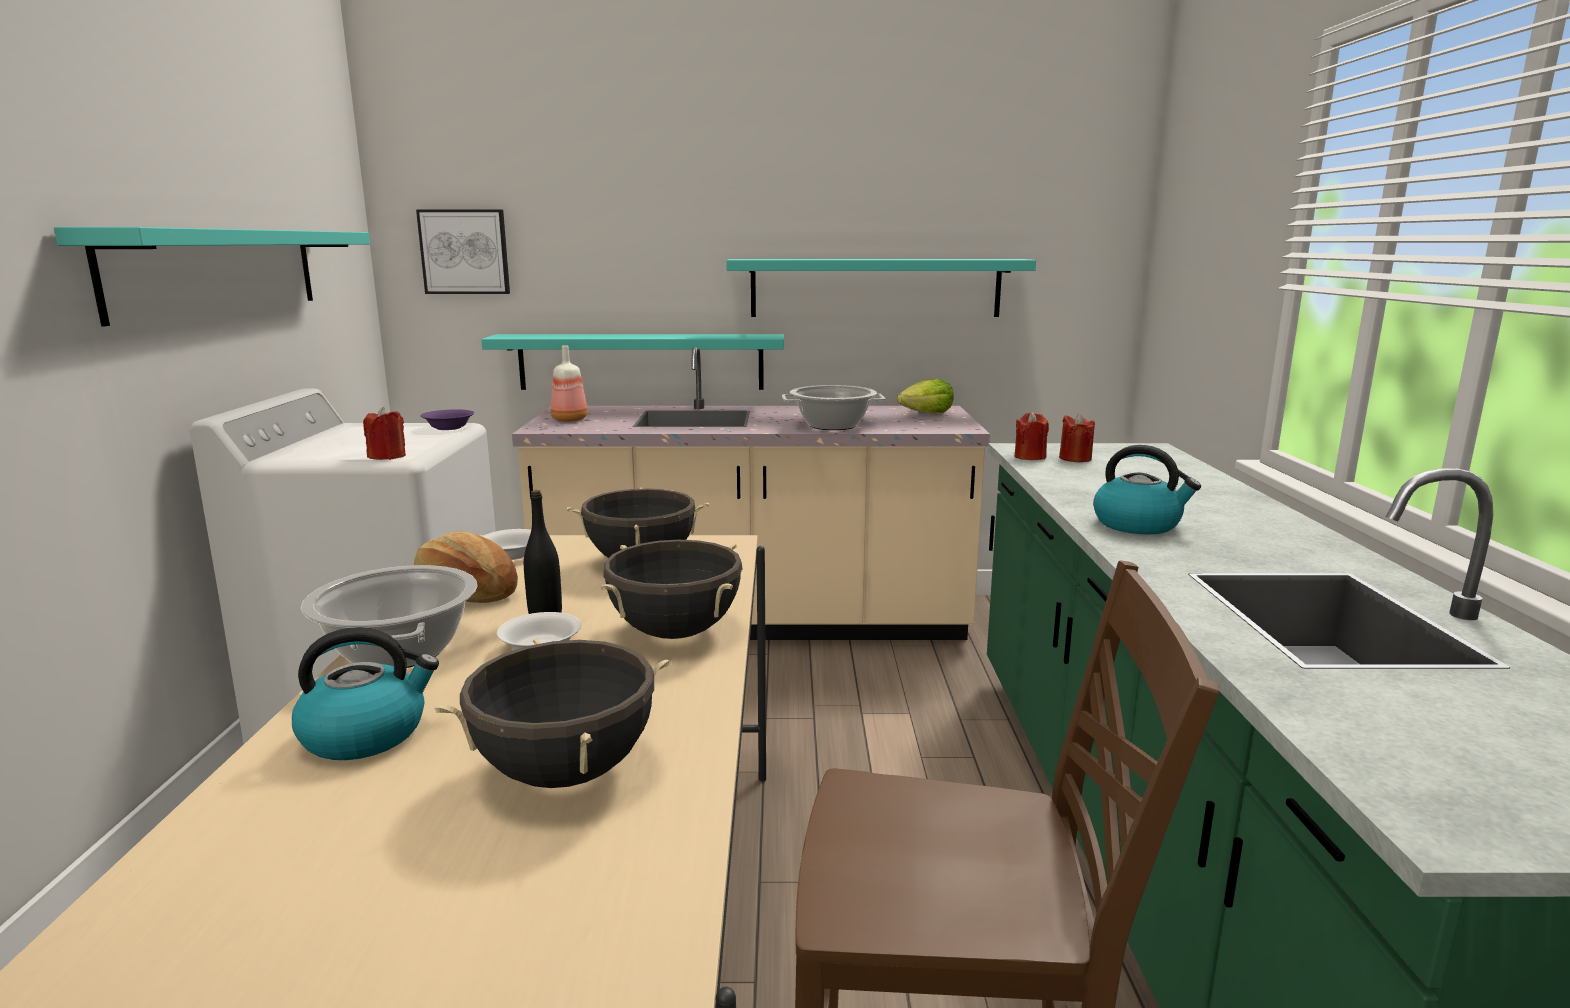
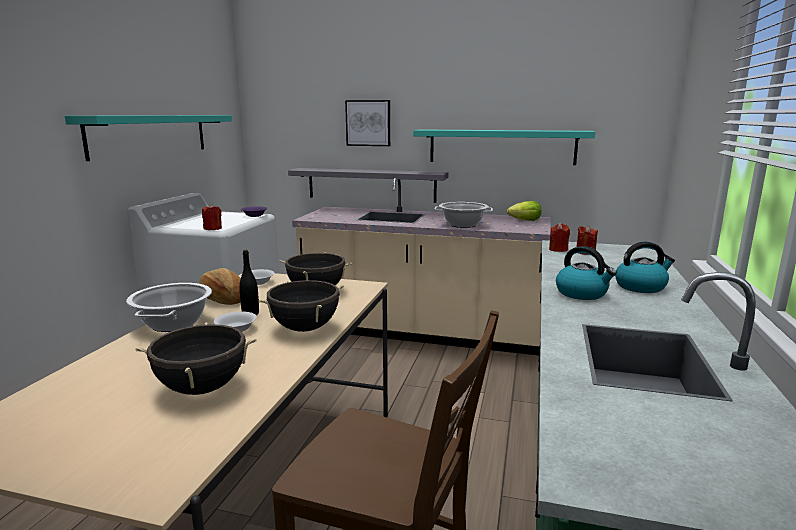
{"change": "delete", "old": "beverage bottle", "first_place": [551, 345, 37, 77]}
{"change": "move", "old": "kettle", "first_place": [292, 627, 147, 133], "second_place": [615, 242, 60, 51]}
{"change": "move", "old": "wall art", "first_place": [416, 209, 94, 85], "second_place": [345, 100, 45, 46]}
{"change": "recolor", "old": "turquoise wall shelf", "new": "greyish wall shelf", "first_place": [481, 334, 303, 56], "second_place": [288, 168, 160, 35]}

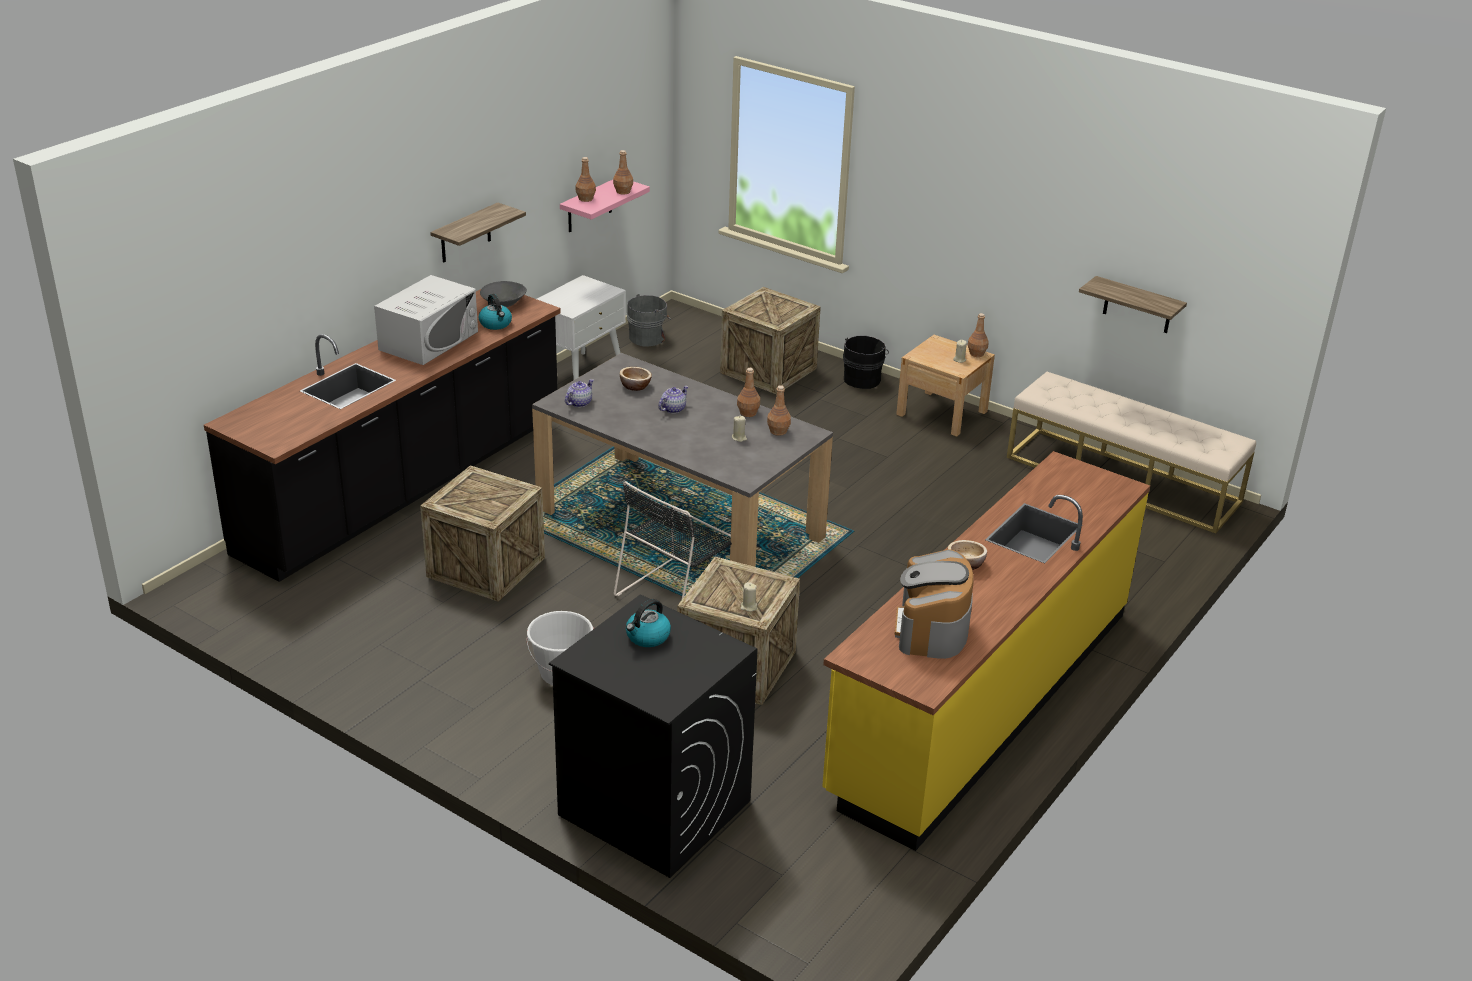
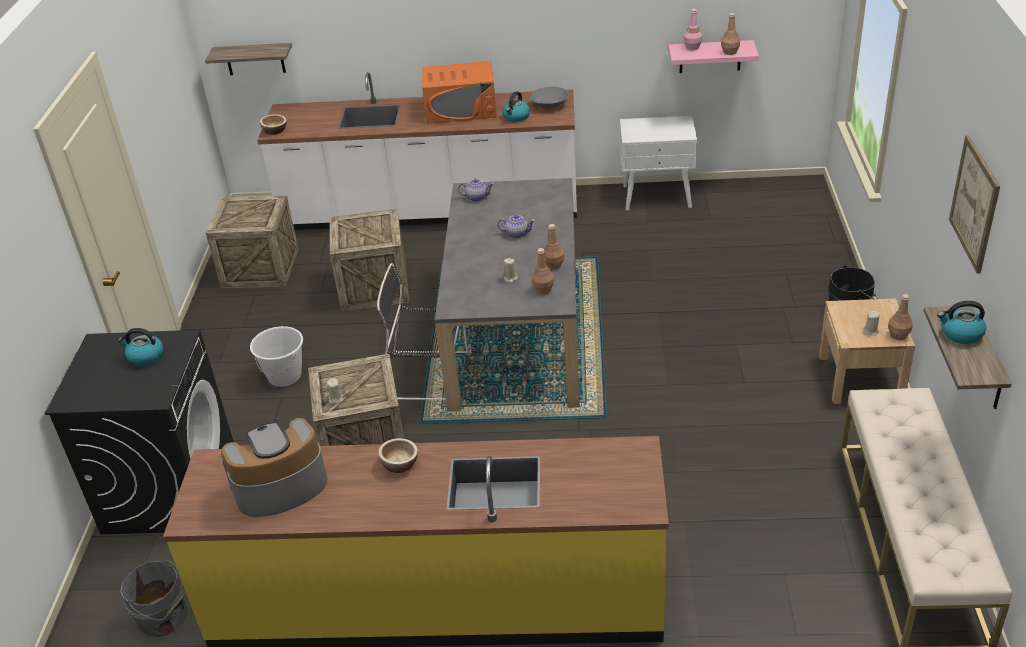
{"change": "insert", "new": "kettle", "second_place": [937, 300, 49, 44]}
{"change": "insert", "new": "wall art", "second_place": [949, 135, 51, 139]}
{"change": "move", "old": "wall shelf", "first_place": [430, 202, 96, 61], "second_place": [205, 43, 87, 32]}
{"change": "move", "old": "deep dish", "first_place": [620, 367, 32, 24], "second_place": [260, 114, 27, 21]}
{"change": "move", "old": "greyish pail", "first_place": [627, 294, 44, 52], "second_place": [120, 560, 68, 77]}
{"change": "move", "old": "packing crate", "first_place": [720, 287, 101, 108], "second_place": [206, 195, 93, 93]}
{"change": "recolor", "old": "black counter", "new": "whitish counter", "first_place": [204, 289, 357, 293], "second_place": [257, 72, 320, 158]}
{"change": "recolor", "old": "whitish kitchen microwave", "new": "orangey kitchen microwave", "first_place": [374, 275, 104, 90], "second_place": [422, 61, 75, 63]}
{"change": "recolor", "old": "brown-coloured beverage bottle", "new": "pinkish beverage bottle", "first_place": [576, 157, 20, 45], "second_place": [684, 9, 18, 41]}

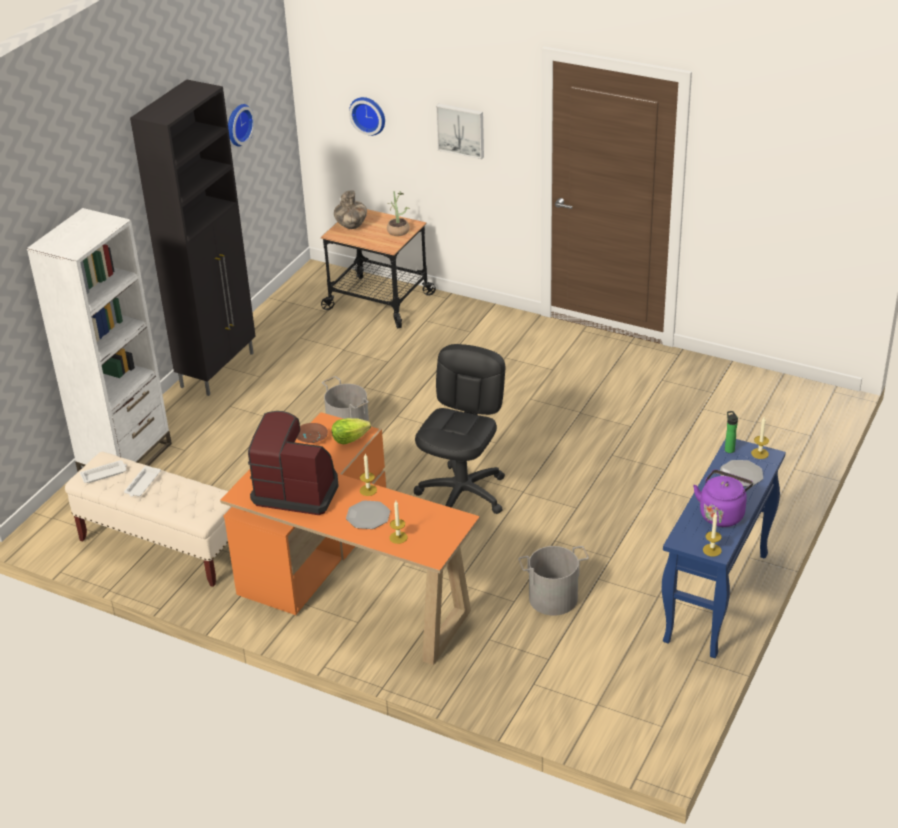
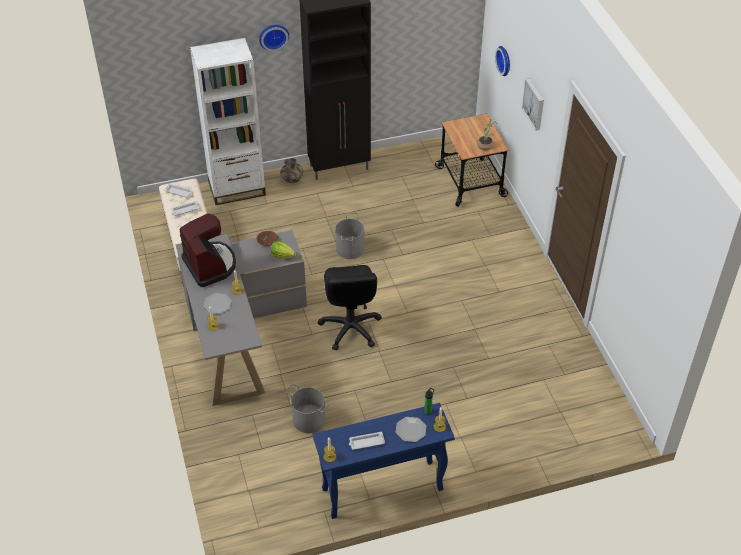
{"change": "move", "old": "hanging clock", "first_place": [228, 104, 27, 42], "second_place": [259, 25, 30, 26]}
{"change": "move", "old": "vase", "first_place": [334, 190, 33, 39], "second_place": [280, 158, 23, 25]}
{"change": "replace", "old": "purple kettle", "new": "whitish serving tray", "first_place": [693, 470, 60, 57], "second_place": [349, 432, 36, 18]}
{"change": "recolor", "old": "orangey desk table", "new": "greyish desk table", "first_place": [220, 412, 260, 253], "second_place": [176, 230, 131, 176]}
{"change": "rotate", "old": "black office chair", "first_place": [414, 344, 91, 170], "second_place": [318, 265, 64, 86], "degrees": 105}

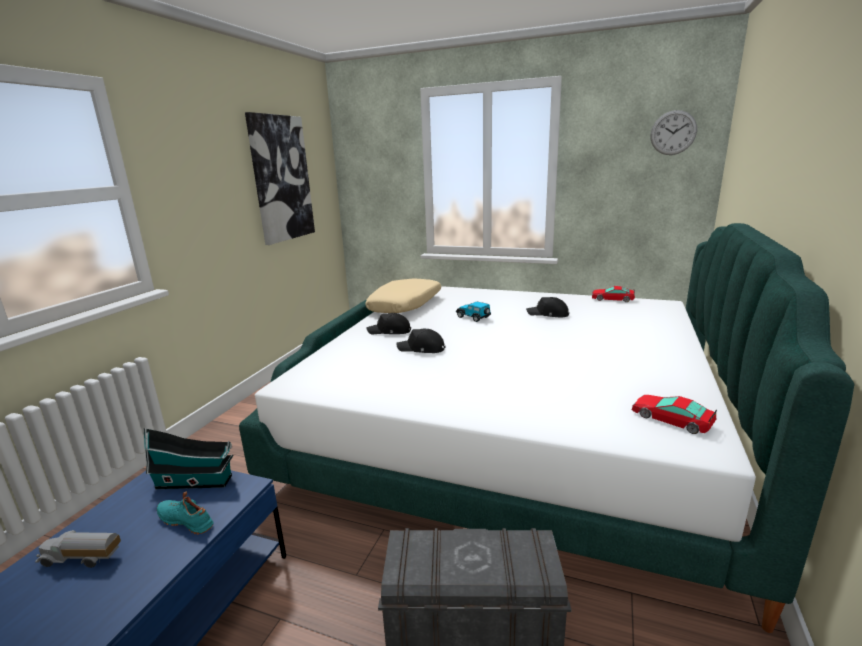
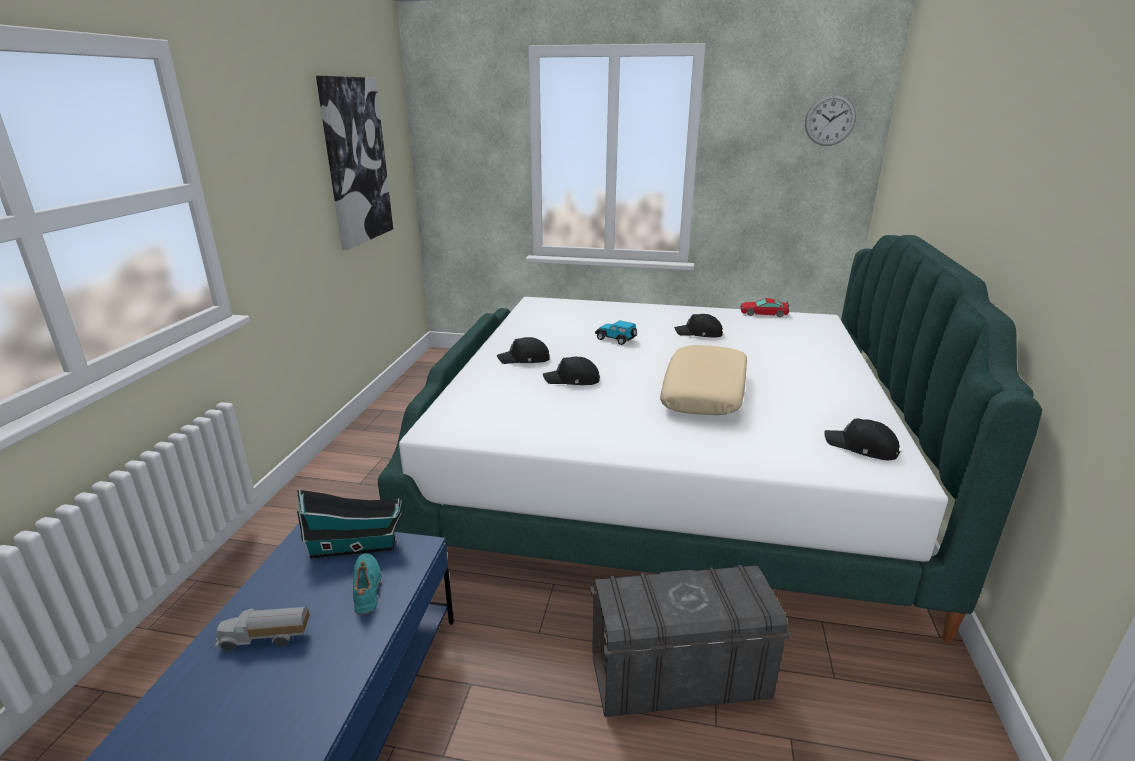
{"change": "move", "old": "beige-coloured pillow", "first_place": [365, 279, 76, 34], "second_place": [660, 345, 87, 70]}
{"change": "replace", "old": "model car", "new": "black cap", "first_place": [632, 395, 85, 39], "second_place": [824, 418, 76, 42]}
{"change": "rotate", "old": "turquoise item of footwear", "first_place": [157, 491, 56, 44], "second_place": [353, 553, 29, 62], "degrees": 60}

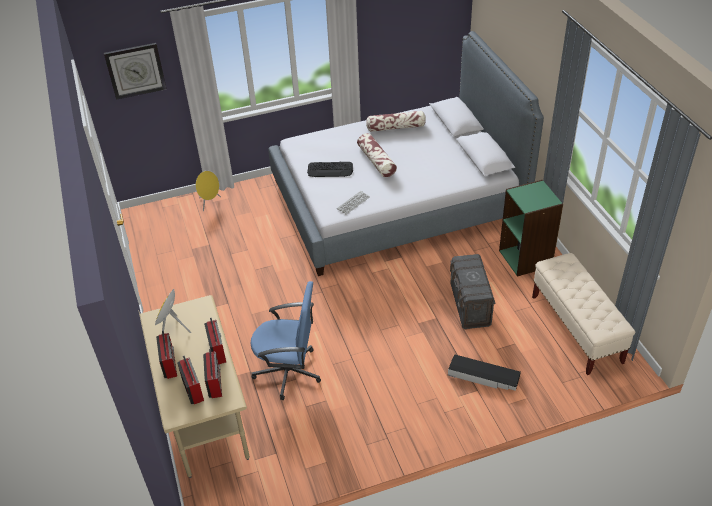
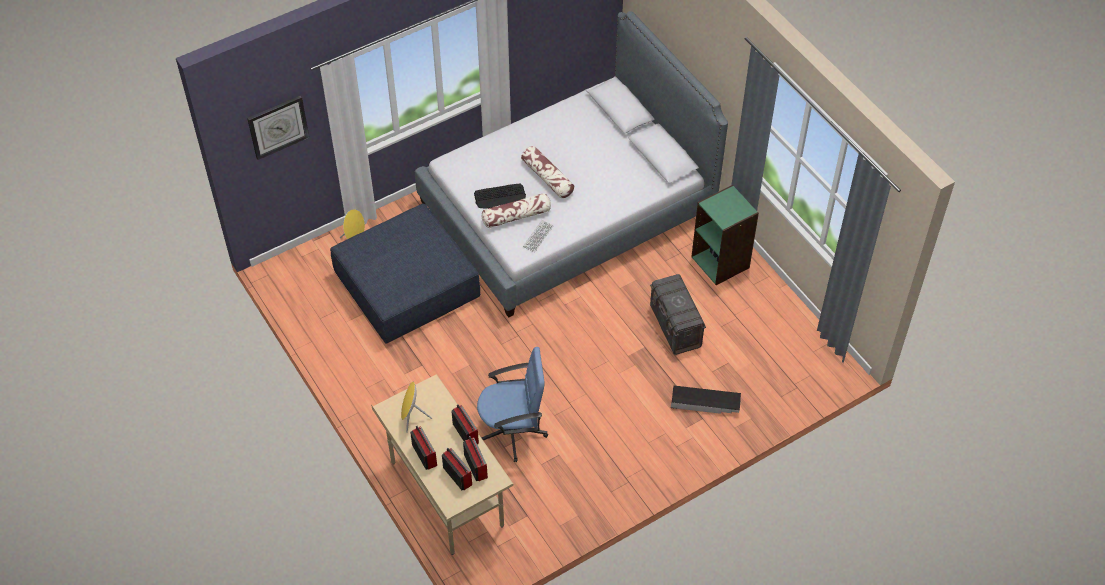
{"change": "delete", "old": "beige-coloured indoor bench", "first_place": [532, 253, 104, 122]}
{"change": "insert", "new": "bluish ottoman", "second_place": [330, 204, 150, 139]}
{"change": "move", "old": "pillow", "first_place": [366, 111, 60, 21], "second_place": [482, 193, 69, 35]}

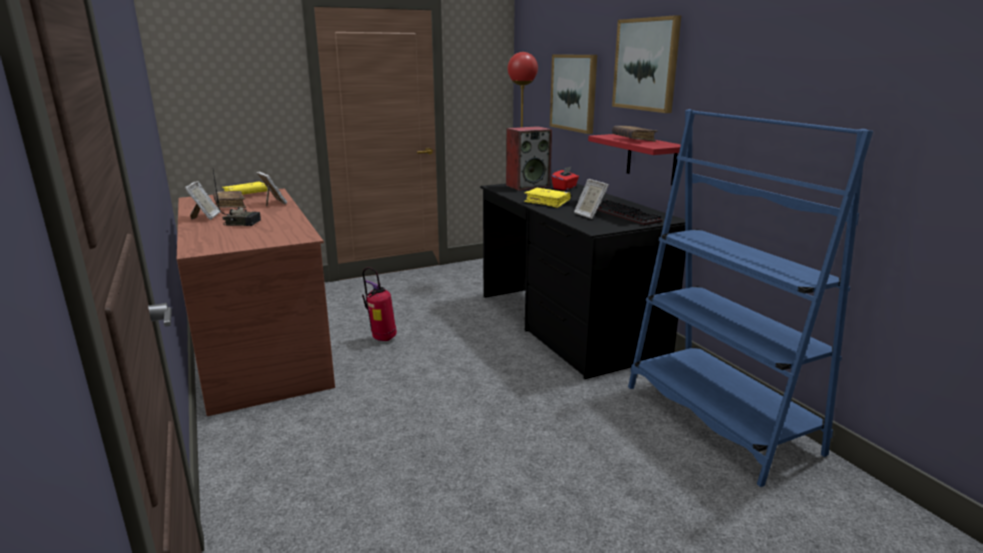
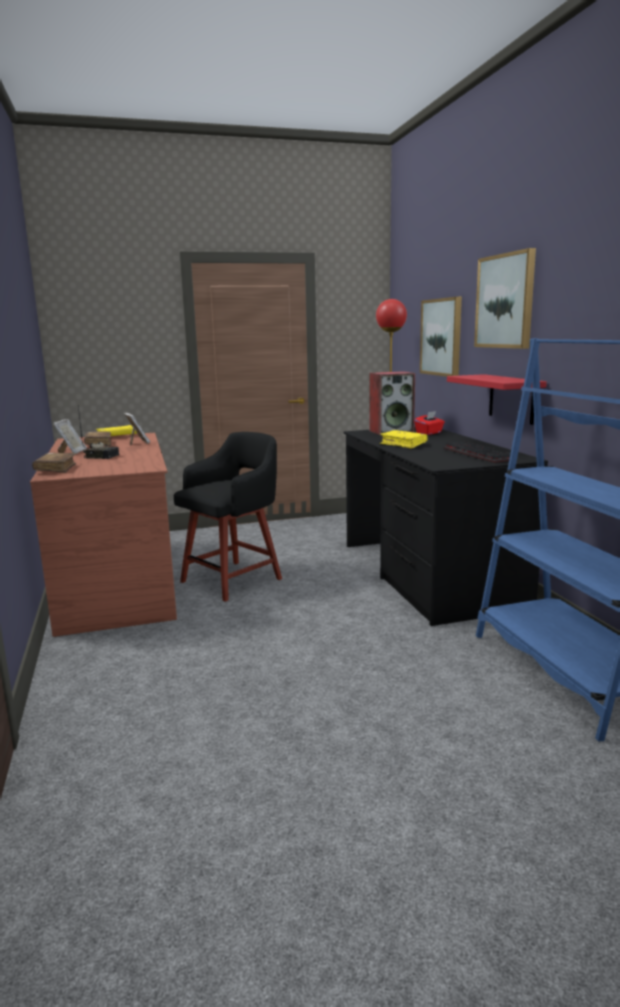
{"change": "delete", "old": "standing frame", "first_place": [574, 179, 34, 40]}
{"change": "move", "old": "brown-coloured volume", "first_place": [612, 126, 46, 16], "second_place": [32, 453, 44, 20]}
{"change": "replace", "old": "fire-fighting cylinder", "new": "black stool seat", "first_place": [362, 267, 35, 74], "second_place": [173, 432, 109, 170]}

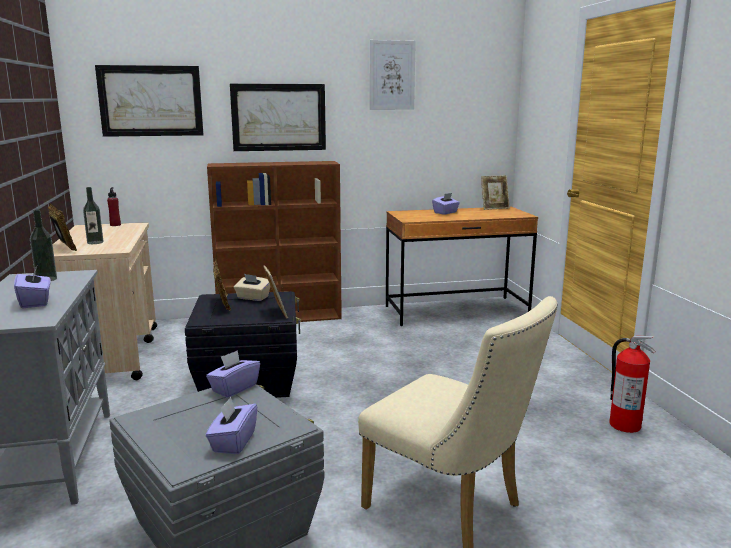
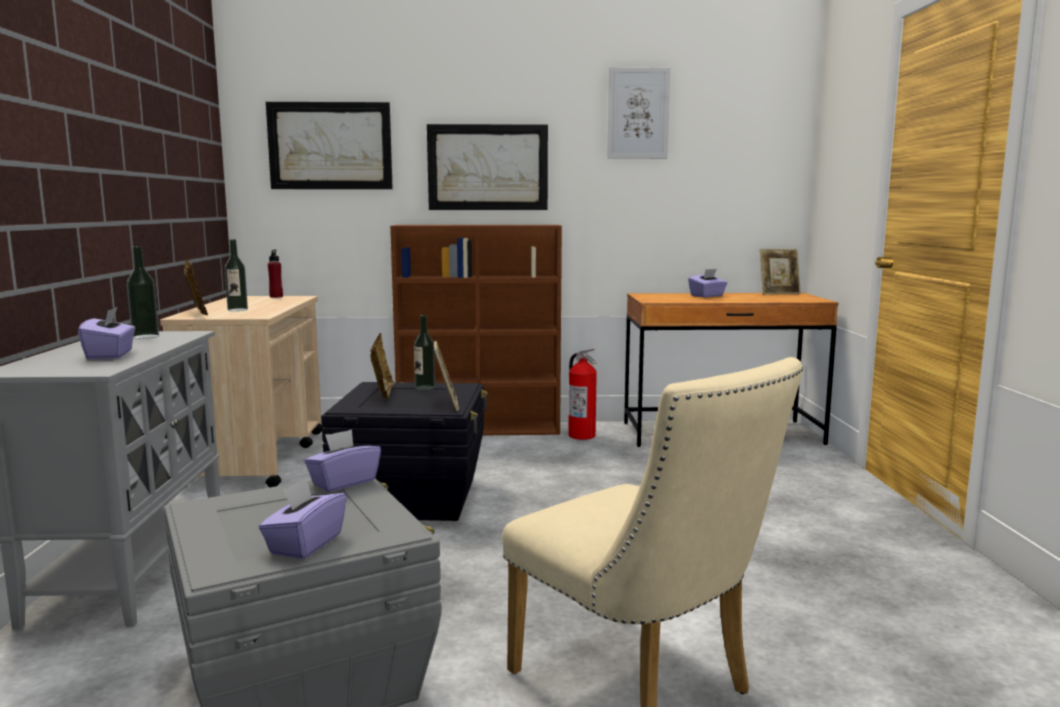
{"change": "move", "old": "fire-fighting cylinder", "first_place": [609, 336, 47, 97], "second_place": [568, 349, 29, 91]}
{"change": "replace", "old": "beige-coloured tissue holder", "new": "beverage bottle", "first_place": [234, 274, 36, 27], "second_place": [414, 315, 21, 75]}

